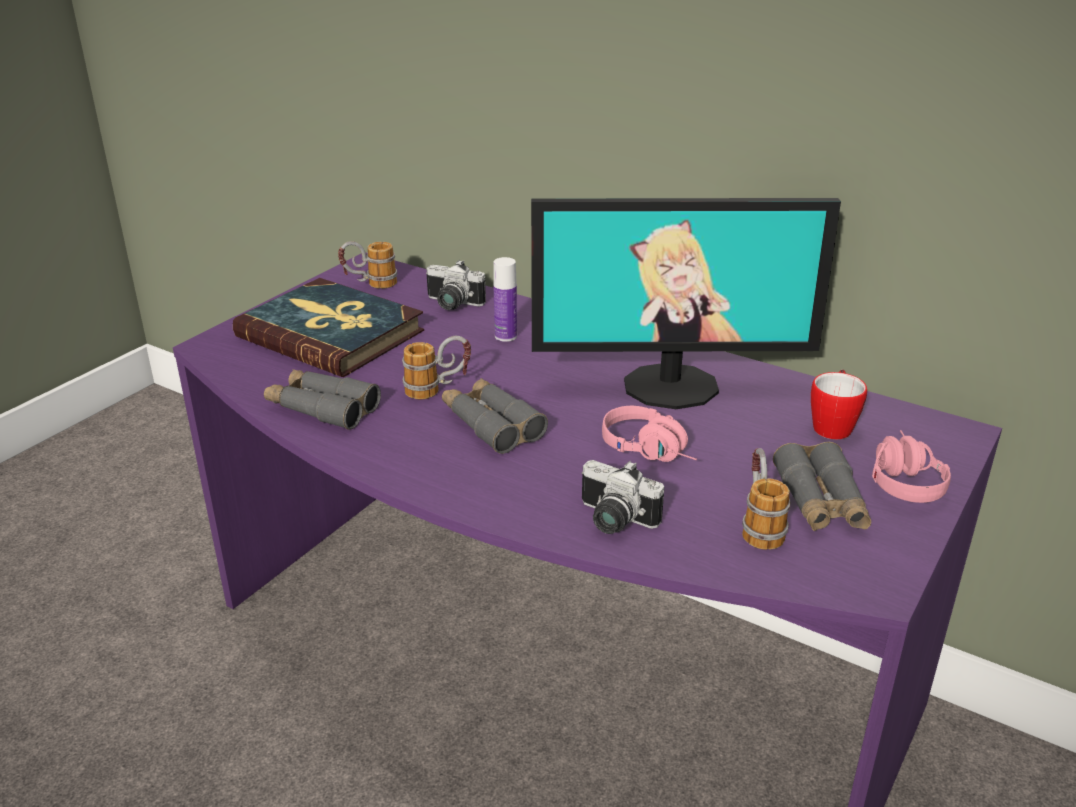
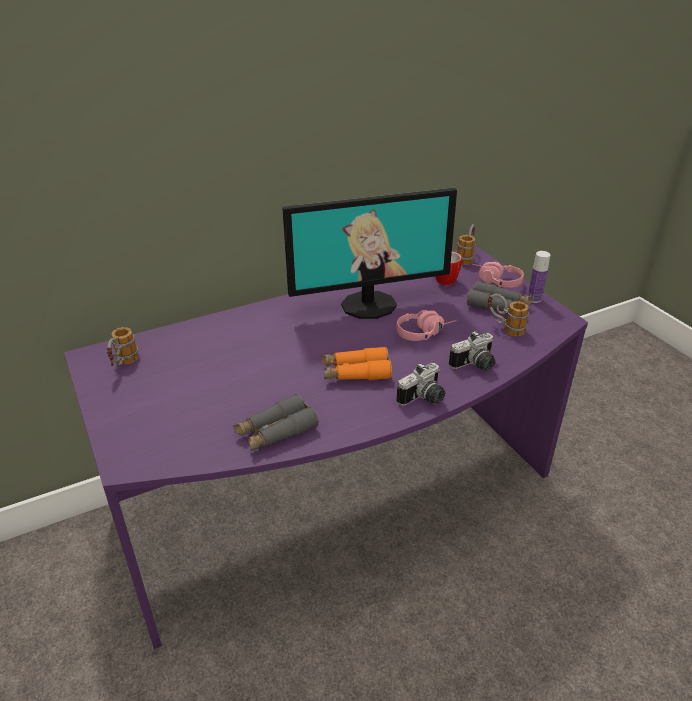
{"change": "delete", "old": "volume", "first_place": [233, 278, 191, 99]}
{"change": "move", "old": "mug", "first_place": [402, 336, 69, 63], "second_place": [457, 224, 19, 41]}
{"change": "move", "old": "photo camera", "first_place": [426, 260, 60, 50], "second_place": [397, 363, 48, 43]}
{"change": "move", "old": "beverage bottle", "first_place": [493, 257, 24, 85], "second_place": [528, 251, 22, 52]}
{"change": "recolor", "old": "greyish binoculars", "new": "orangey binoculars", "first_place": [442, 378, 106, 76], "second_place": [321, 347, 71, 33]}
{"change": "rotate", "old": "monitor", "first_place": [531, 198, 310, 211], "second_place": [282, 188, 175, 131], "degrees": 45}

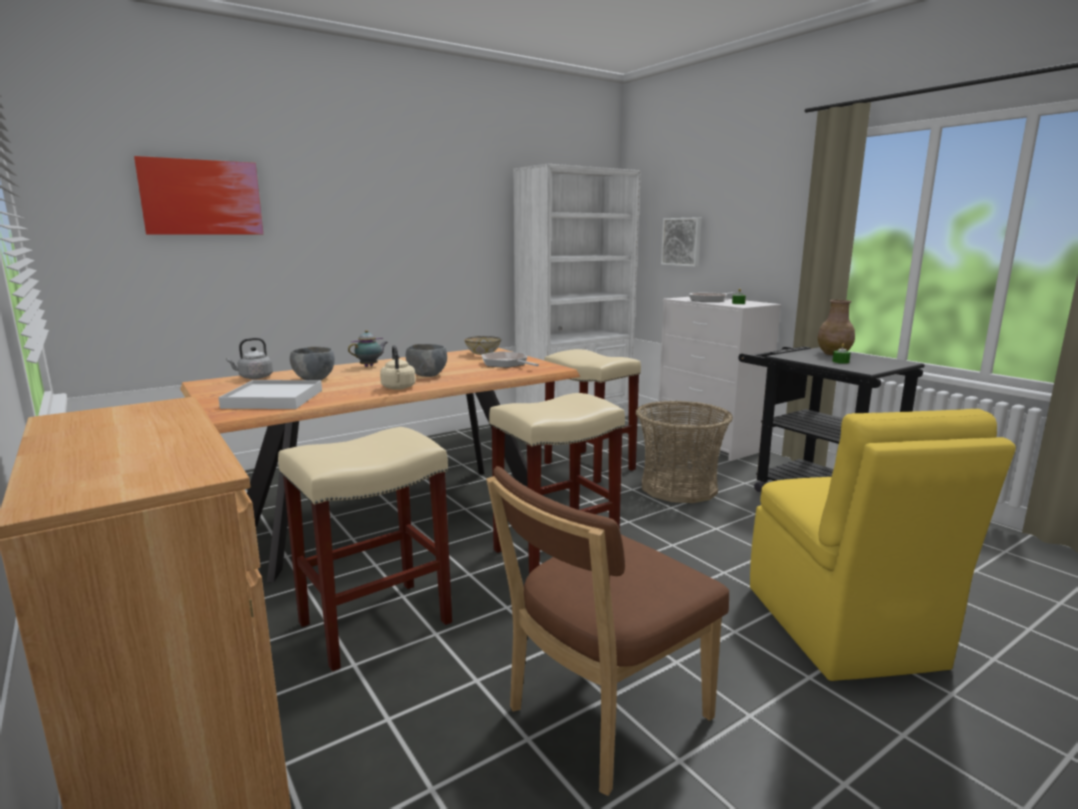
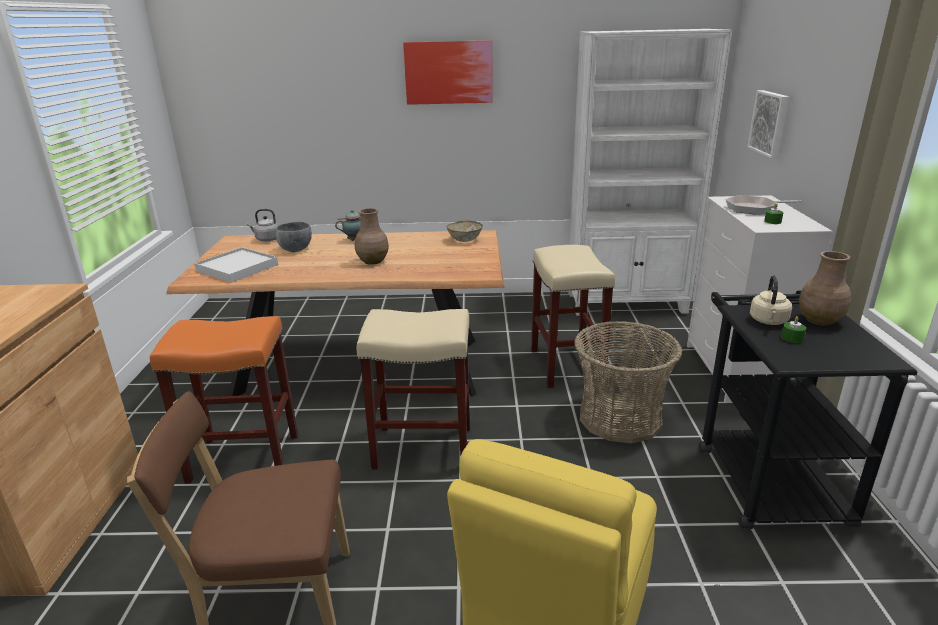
{"change": "delete", "old": "skillet", "first_place": [481, 351, 58, 17]}
{"change": "move", "old": "wall art", "first_place": [134, 156, 129, 79], "second_place": [403, 40, 90, 65]}
{"change": "move", "old": "beige-coloured kettle", "first_place": [380, 345, 36, 45], "second_place": [750, 275, 42, 50]}
{"change": "replace", "old": "greyish deep dish", "new": "brown-coloured vase", "first_place": [406, 344, 41, 33], "second_place": [355, 208, 34, 57]}
{"change": "recolor", "old": "beige-coloured stool seat", "new": "orangey stool seat", "first_place": [278, 427, 174, 245], "second_place": [150, 316, 148, 168]}

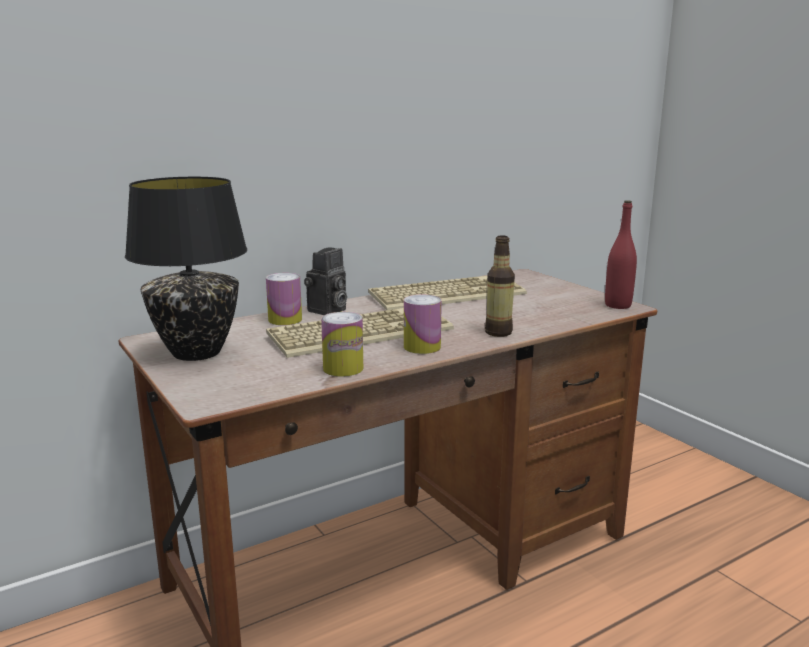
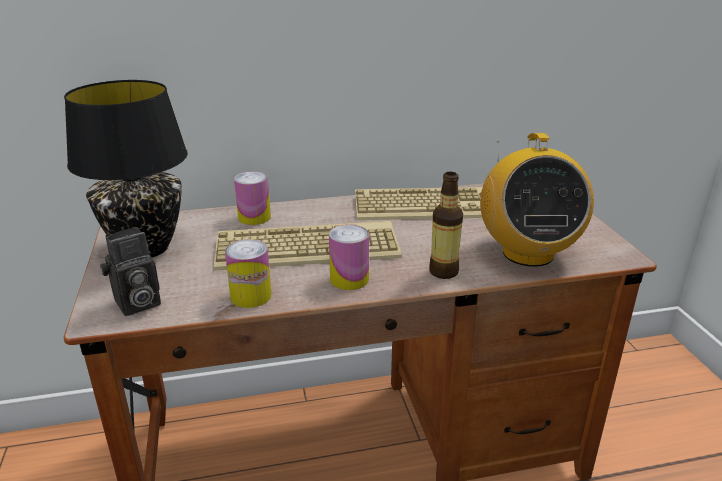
{"change": "delete", "old": "red-coloured beverage bottle", "first_place": [605, 200, 32, 109]}
{"change": "insert", "new": "radio set", "second_place": [480, 133, 114, 134]}
{"change": "move", "old": "photo camera", "first_place": [304, 247, 43, 68], "second_place": [100, 227, 61, 89]}

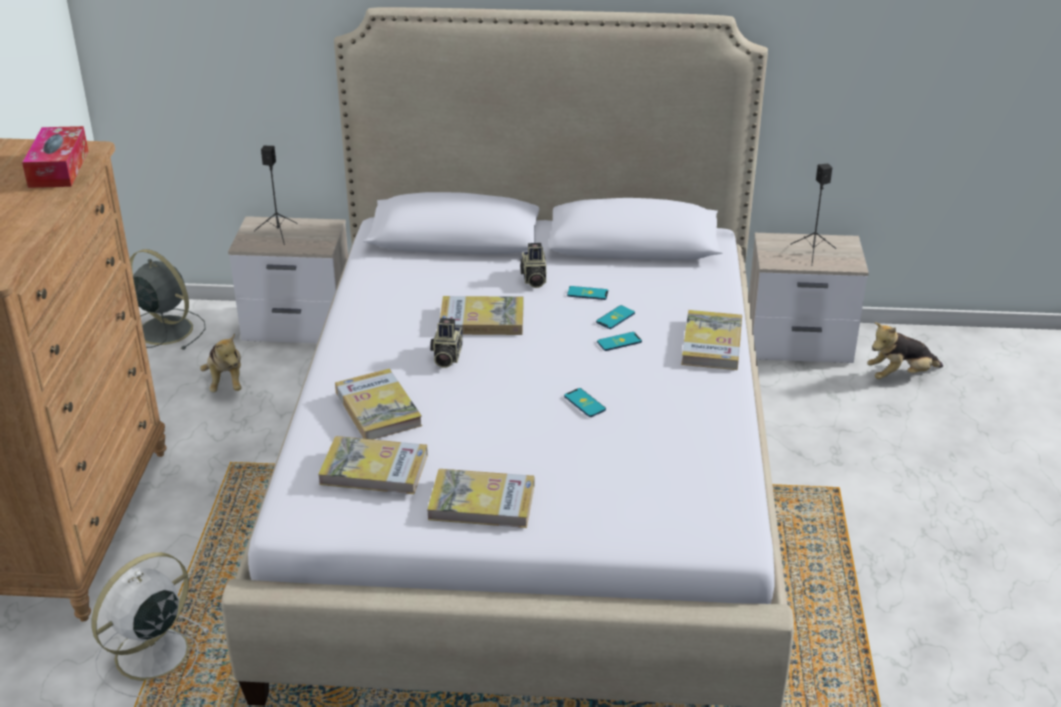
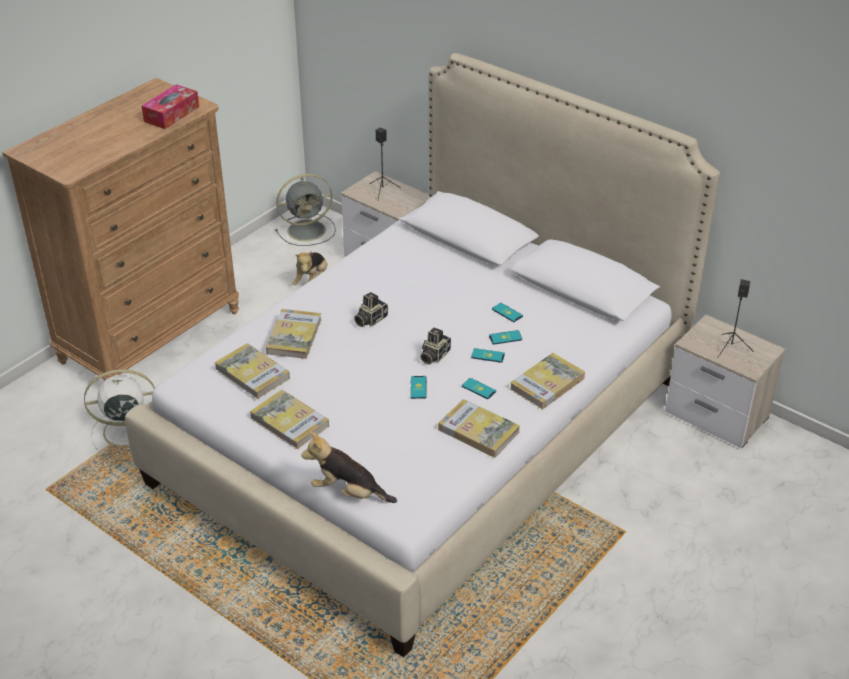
{"change": "insert", "new": "handset", "second_place": [462, 378, 34, 21]}
{"change": "move", "old": "volume", "first_place": [440, 296, 83, 39], "second_place": [438, 399, 82, 59]}
{"change": "move", "old": "photo camera", "first_place": [520, 243, 26, 45], "second_place": [420, 328, 31, 37]}
{"change": "move", "old": "cuddly toy", "first_place": [867, 322, 76, 57], "second_place": [301, 432, 96, 71]}
{"change": "rotate", "old": "greyish fan", "first_place": [130, 249, 76, 101], "second_place": [275, 174, 61, 72], "degrees": 90}

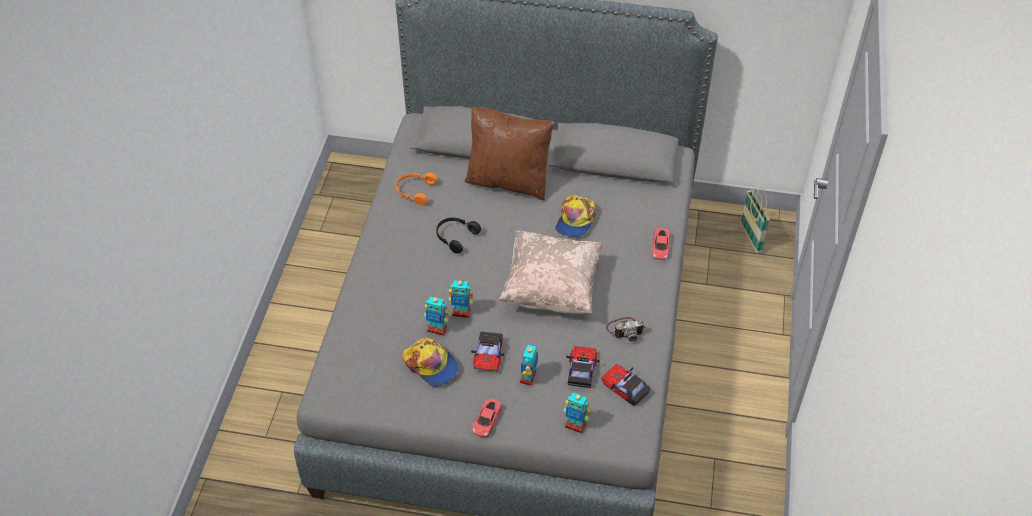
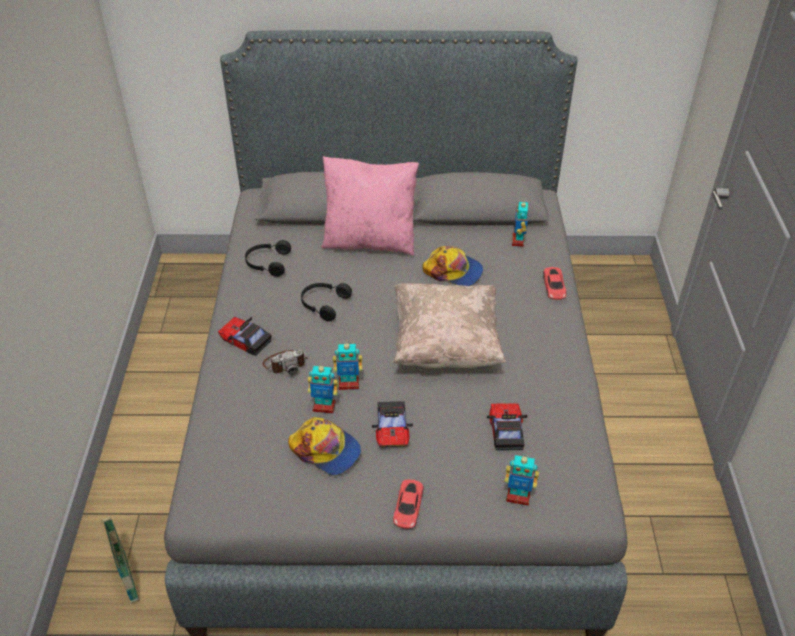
{"change": "move", "old": "robot figure", "first_place": [520, 344, 18, 42], "second_place": [512, 202, 16, 45]}
{"change": "move", "old": "model car", "first_place": [601, 364, 50, 42], "second_place": [218, 317, 54, 39]}
{"change": "move", "old": "photo camera", "first_place": [606, 317, 40, 25], "second_place": [263, 350, 45, 25]}
{"change": "move", "old": "storage basket", "first_place": [741, 187, 29, 66], "second_place": [101, 516, 38, 87]}
{"change": "recolor", "old": "orangey headset", "new": "black headset", "first_place": [396, 172, 41, 34], "second_place": [245, 240, 46, 37]}
{"change": "recolor", "old": "brown-coloured pillow", "new": "pinkish pillow", "first_place": [464, 106, 90, 94], "second_place": [321, 156, 98, 100]}
{"change": "rotate", "old": "cap", "first_place": [555, 195, 41, 42], "second_place": [422, 246, 61, 40], "degrees": -75}

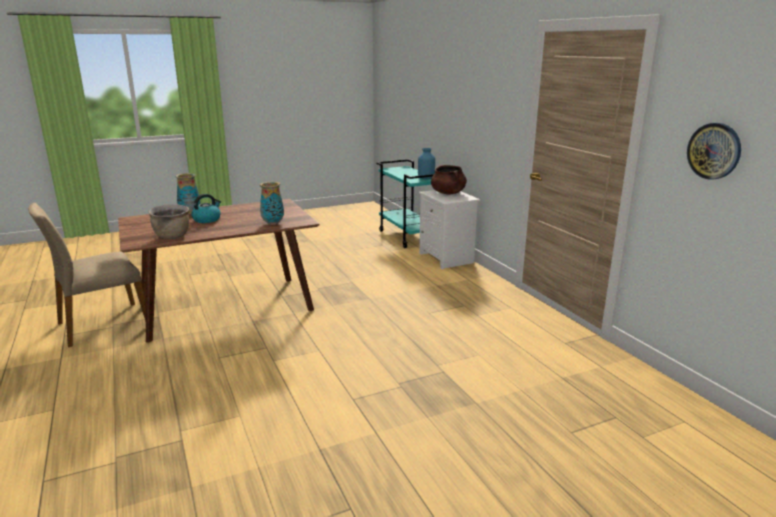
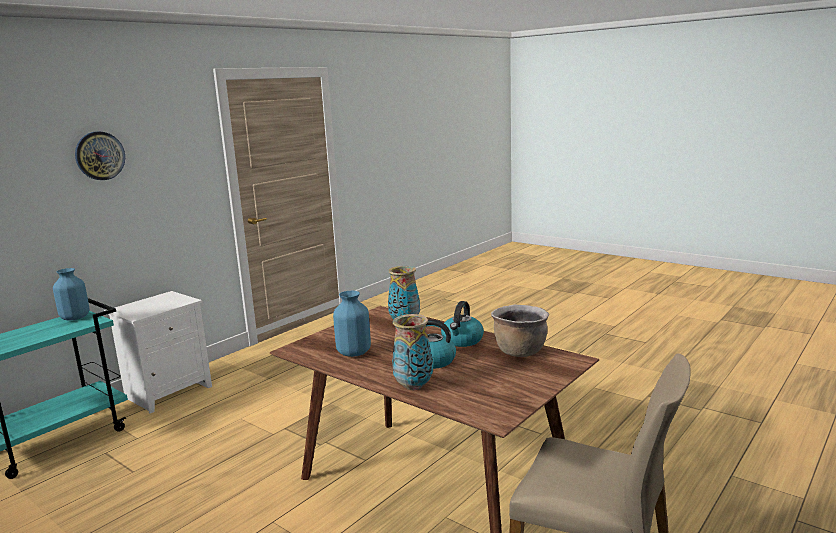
{"change": "delete", "old": "brown-coloured cooking pot", "first_place": [431, 165, 36, 30]}
{"change": "insert", "new": "bluish vase", "second_place": [333, 291, 38, 66]}
{"change": "insert", "new": "kettle", "second_place": [441, 301, 43, 46]}
{"change": "move", "old": "hanging clock", "first_place": [687, 123, 54, 56], "second_place": [75, 131, 50, 49]}

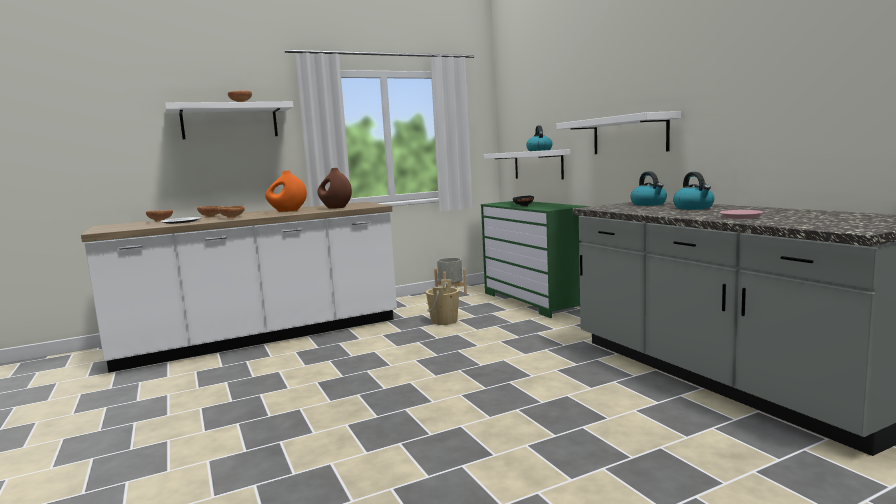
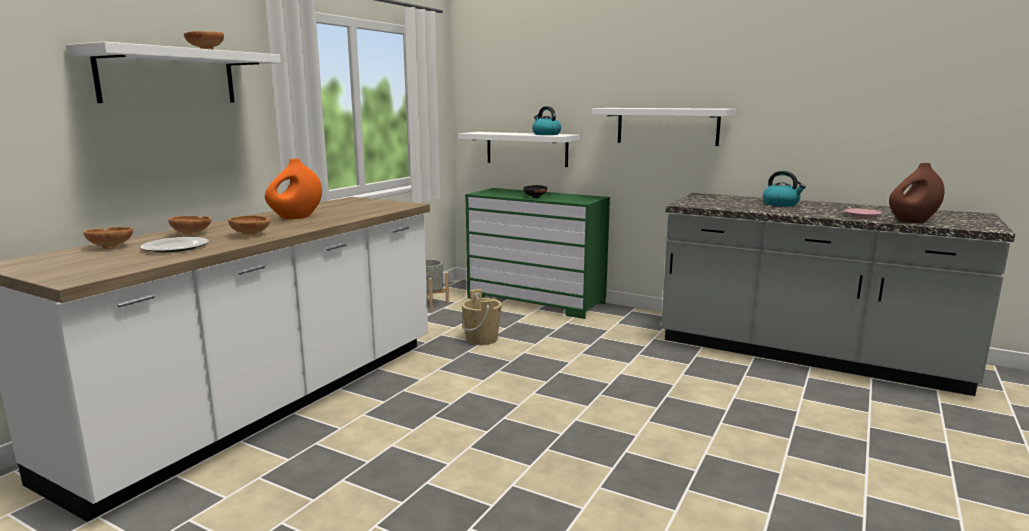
{"change": "delete", "old": "kettle", "first_place": [630, 171, 37, 35]}
{"change": "move", "old": "brown-coloured vase", "first_place": [318, 168, 34, 41], "second_place": [889, 163, 56, 60]}

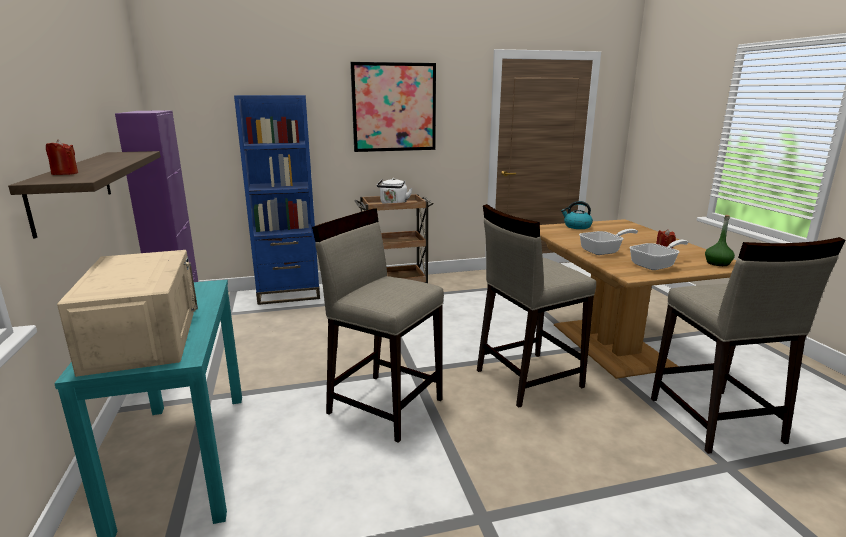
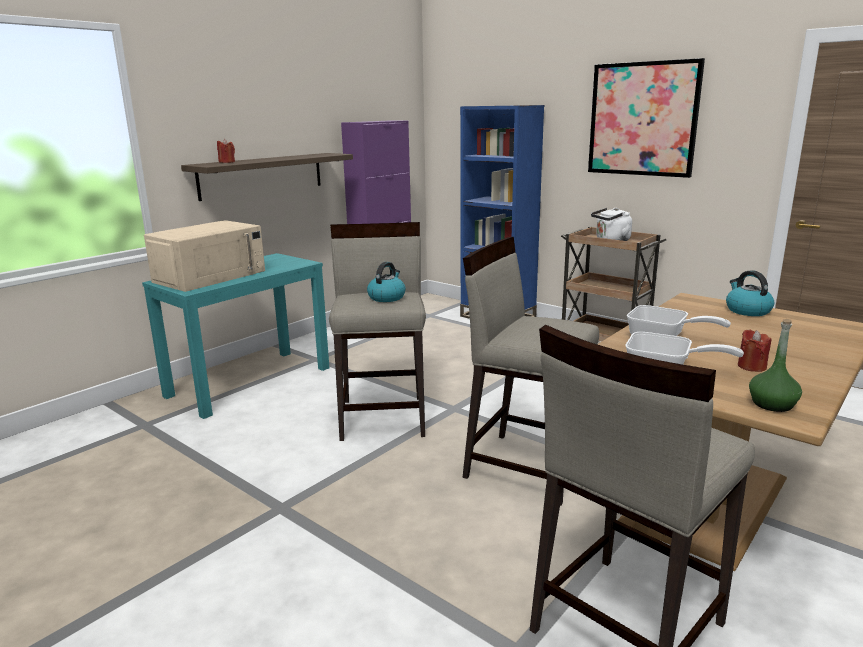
{"change": "insert", "new": "kettle", "second_place": [367, 262, 39, 40]}

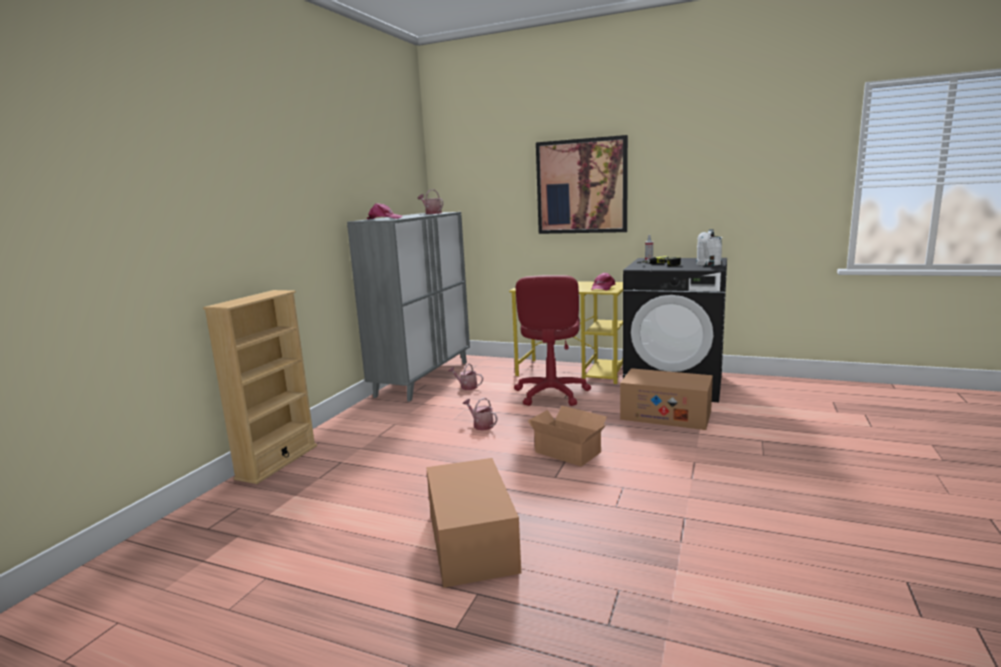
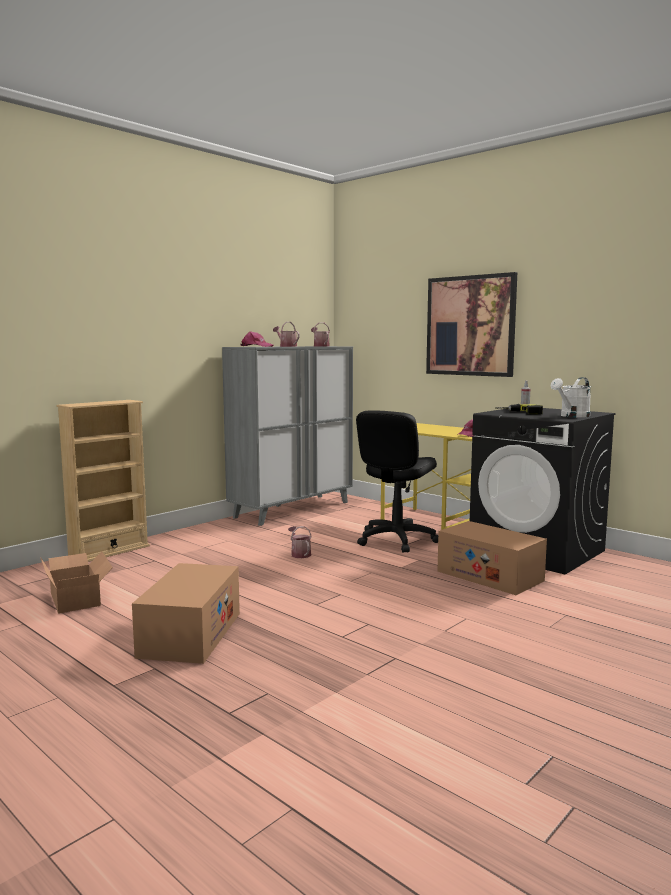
{"change": "move", "old": "watering can", "first_place": [449, 363, 34, 27], "second_place": [273, 322, 26, 25]}
{"change": "move", "old": "packing box", "first_place": [528, 406, 79, 60], "second_place": [40, 551, 73, 63]}
{"change": "recolor", "old": "red-coloured office chair", "new": "black office chair", "first_place": [514, 275, 77, 131], "second_place": [356, 411, 82, 142]}

